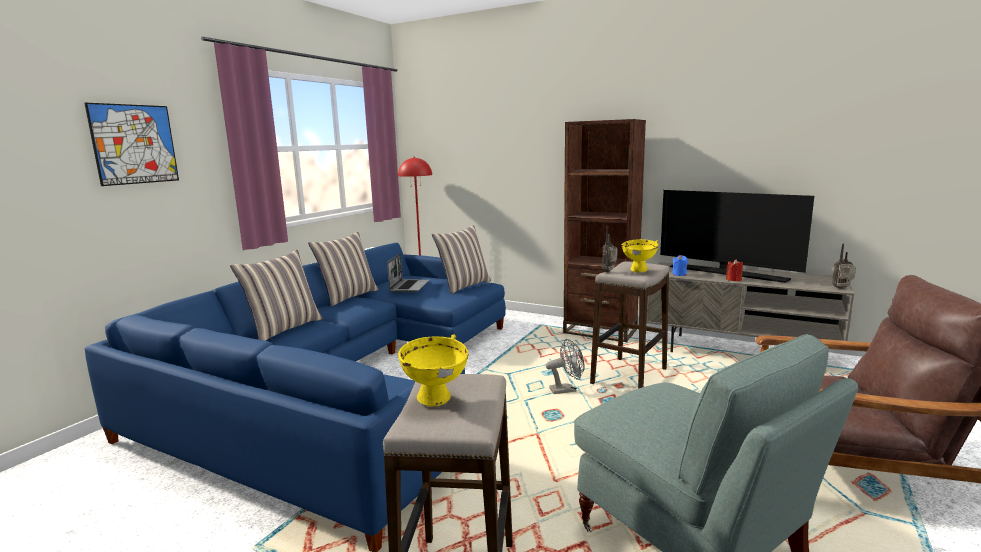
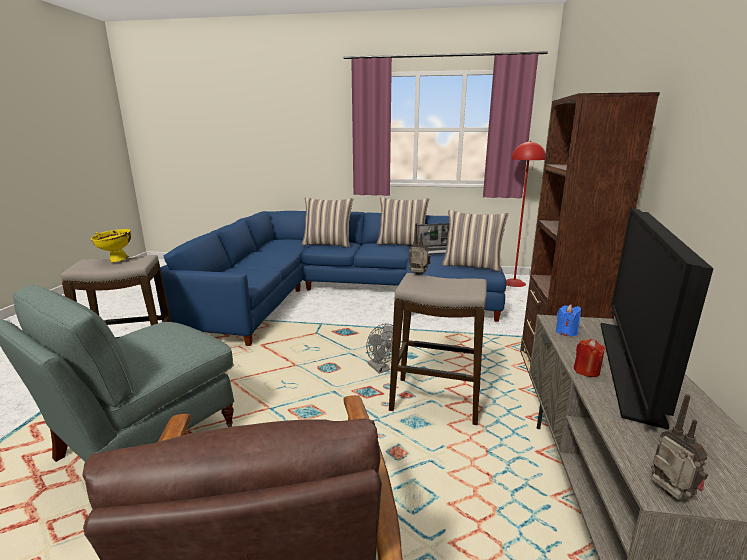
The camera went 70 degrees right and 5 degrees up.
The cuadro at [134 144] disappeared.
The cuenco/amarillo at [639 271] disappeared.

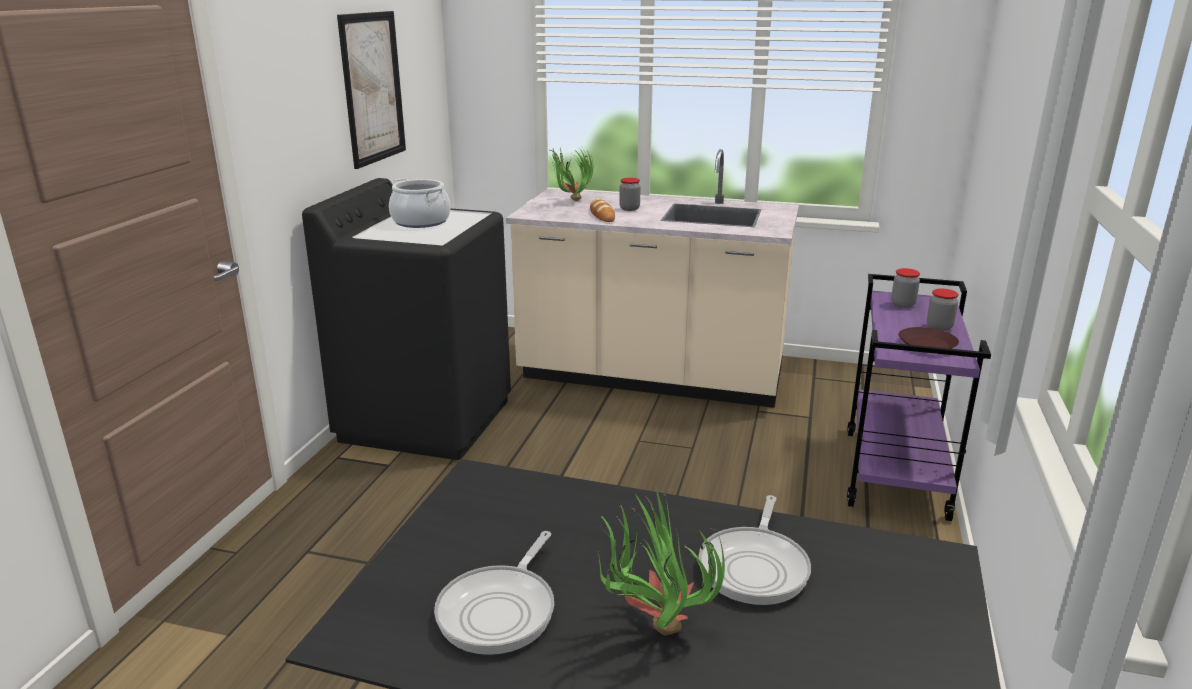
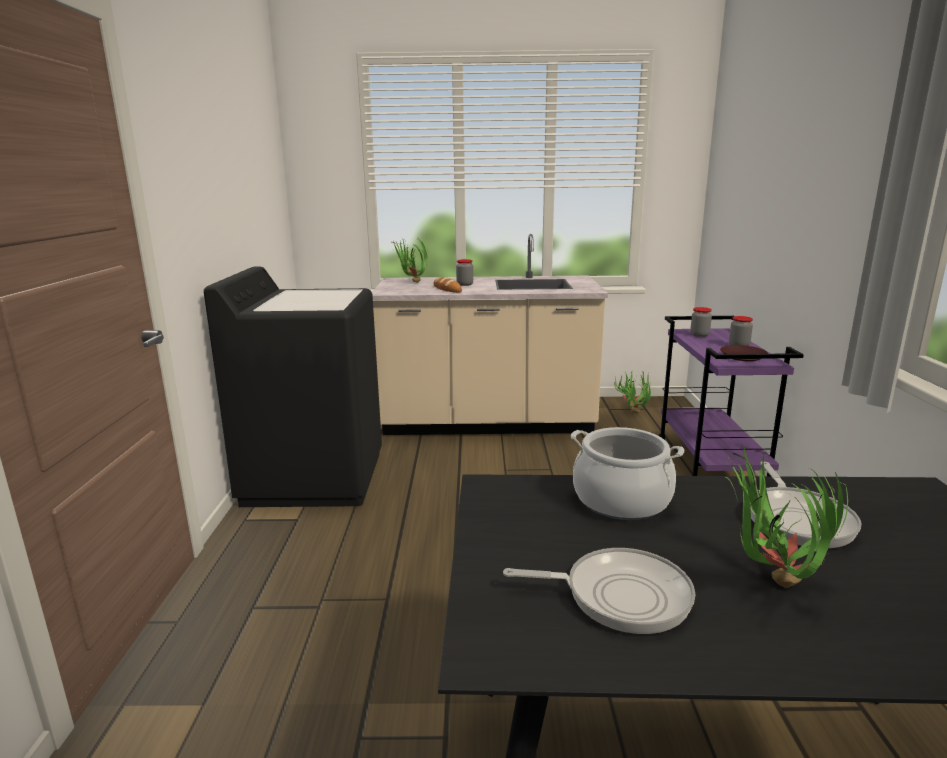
The camera went 15 degrees left and 5 degrees down.
The sartén at [500 610] turned 90 degrees counterclockwise.
The olla moved from [420 222] to [621 500].
The planta en maceta at [632 411] appeared.
The cuadro at [372 88] disappeared.

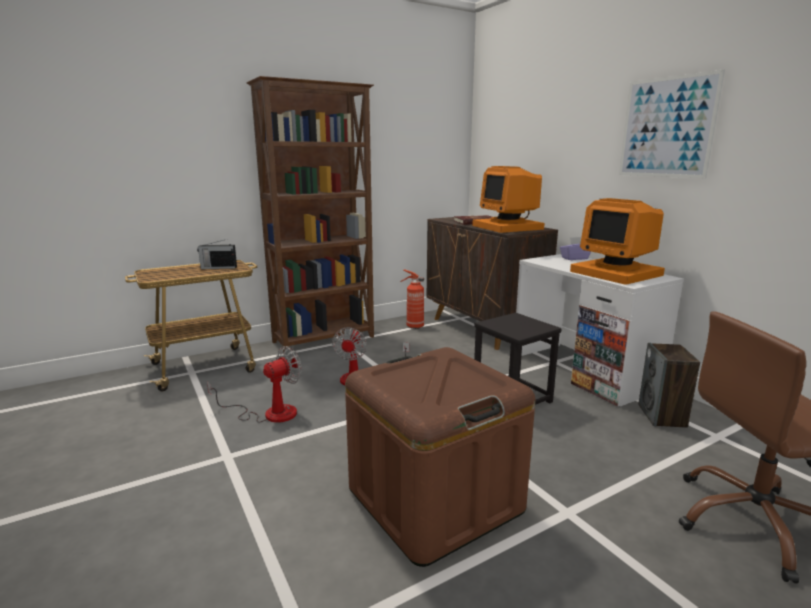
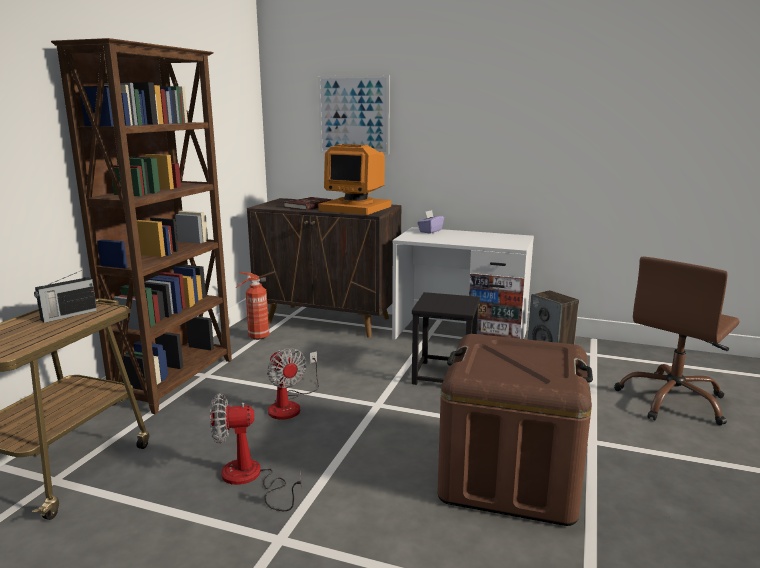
The camera went 40 degrees left and 0 degrees up.
The ventilador at [269 413] turned 105 degrees counterclockwise.
The cuadro moved from [667 127] to [353 115].
The monitor at [617 273] disappeared.

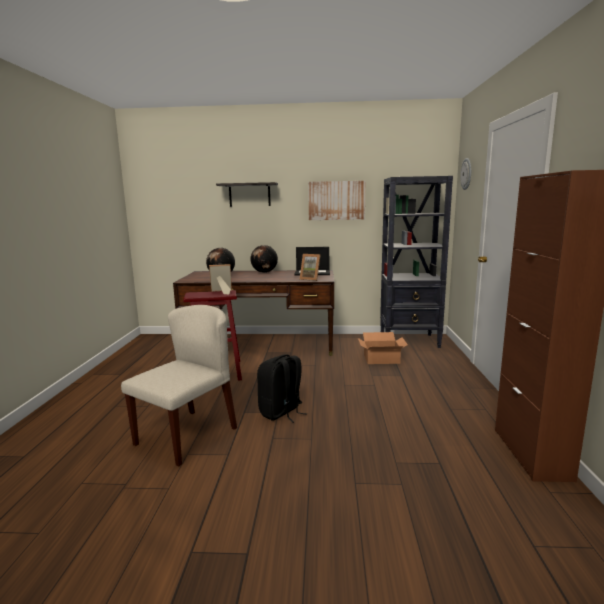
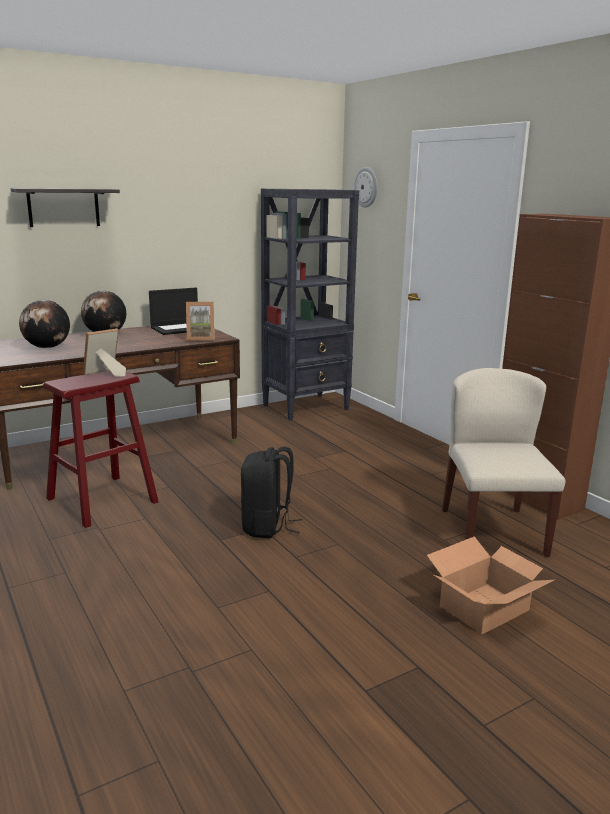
The camera went 35 degrees left and 5 degrees up.
The caja de cartón moved from [382 359] to [485 608].
The silla/beis moved from [187 435] to [492 531].
The cuadro at [336 200] disappeared.

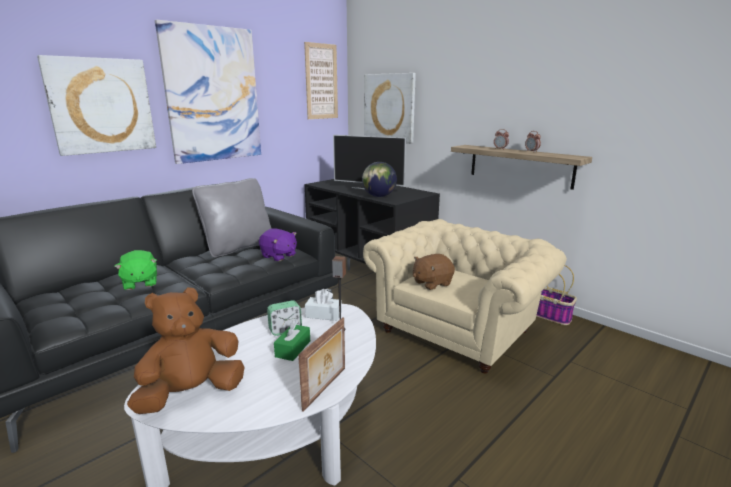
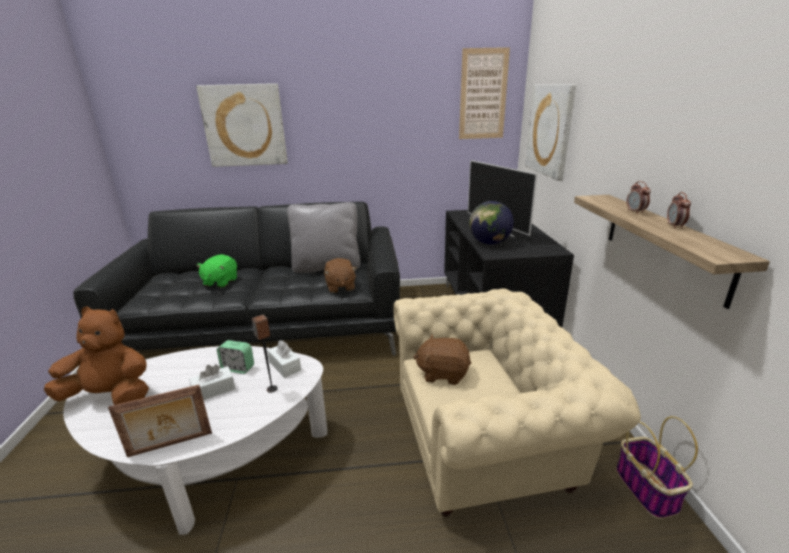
The camera went 40 degrees right and 5 degrees up.
The caja de pañuelos/verde at [293 349] became the caja de pañuelos/blanco at [214 390].
The peluche/morado at [278 256] became the peluche/marrón at [340 287].
The cuadro at [213 95] disappeared.

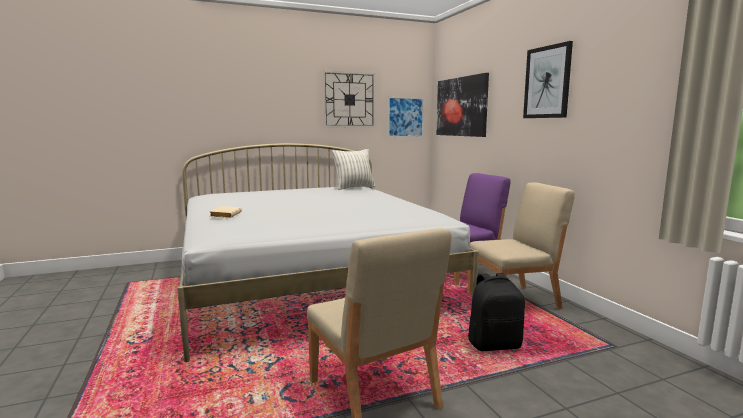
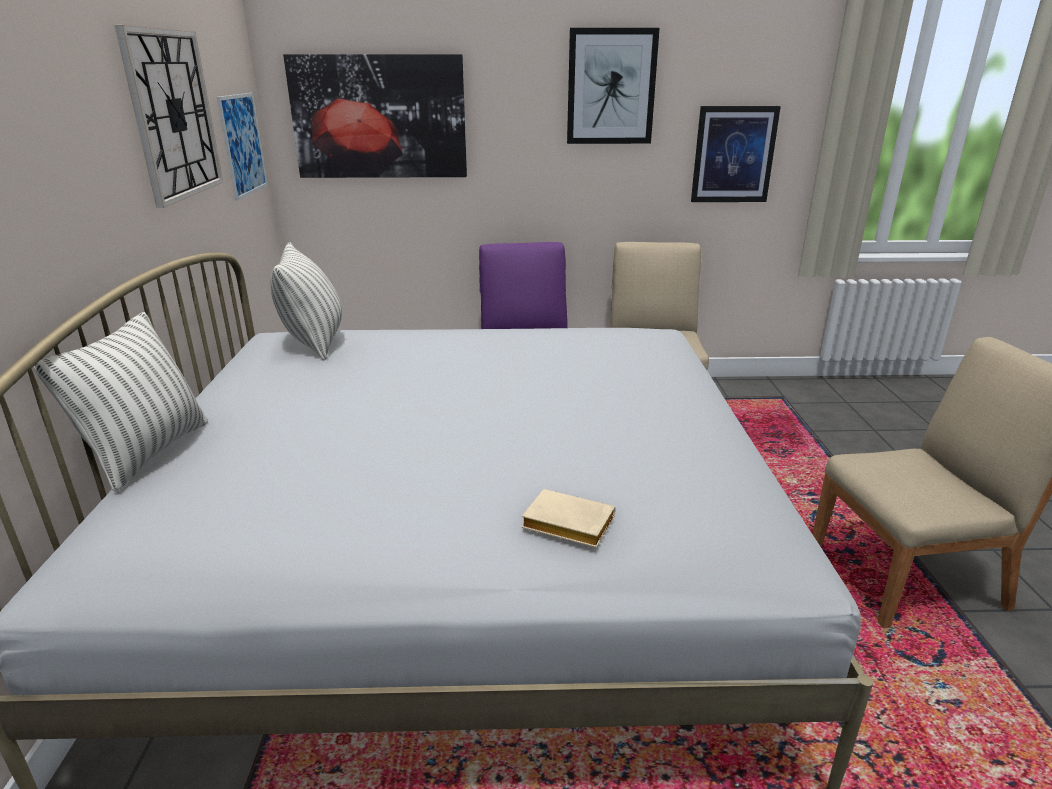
The camera went 70 degrees left and 15 degrees up.
The cojín at [148 453] appeared.
The cuadro at [733 155] appeared.
The mochila/negro at [494 344] disappeared.

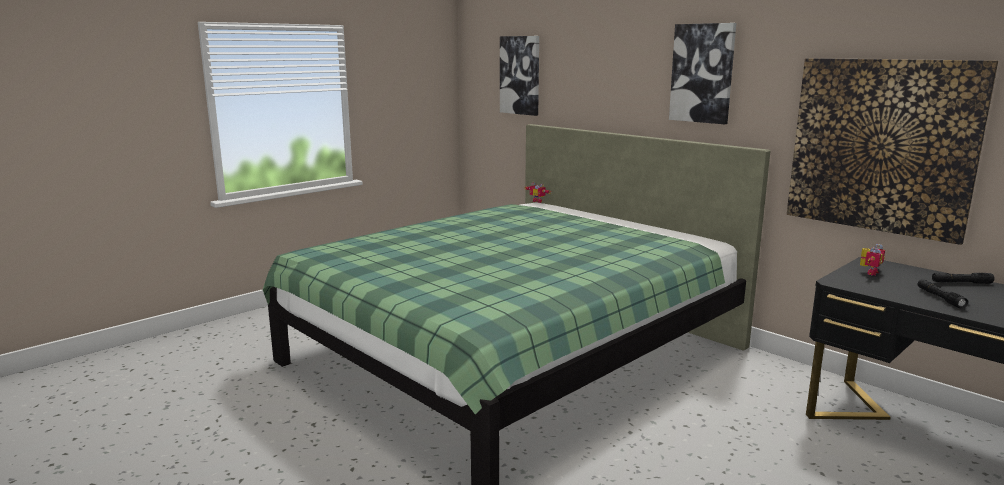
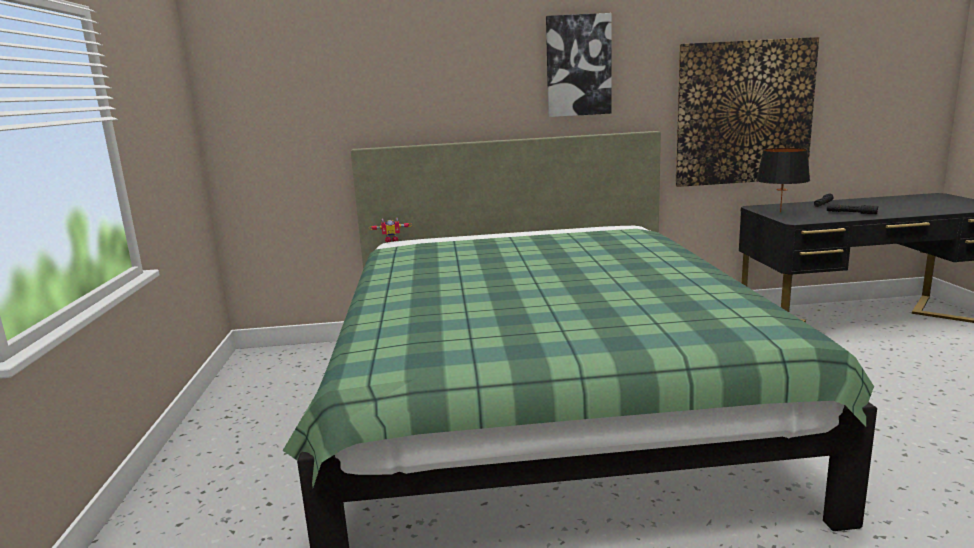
The camera went 50 degrees left and 0 degrees up.
The robot de juguete at [869 272] was replaced by the lámpara de mesa/negro at [780 212].
The cuadro at [520 75] disappeared.

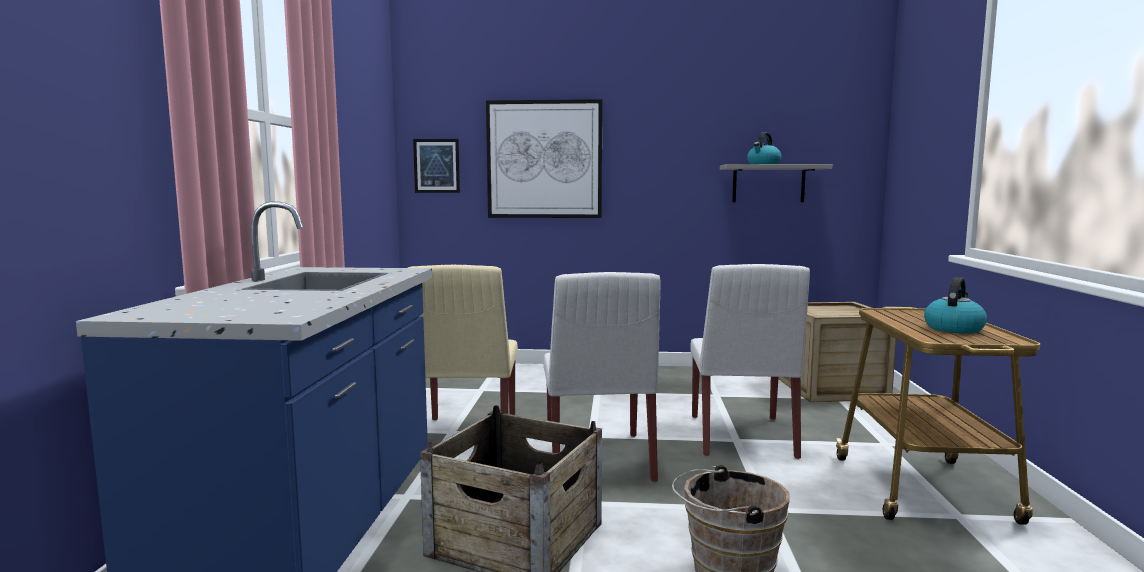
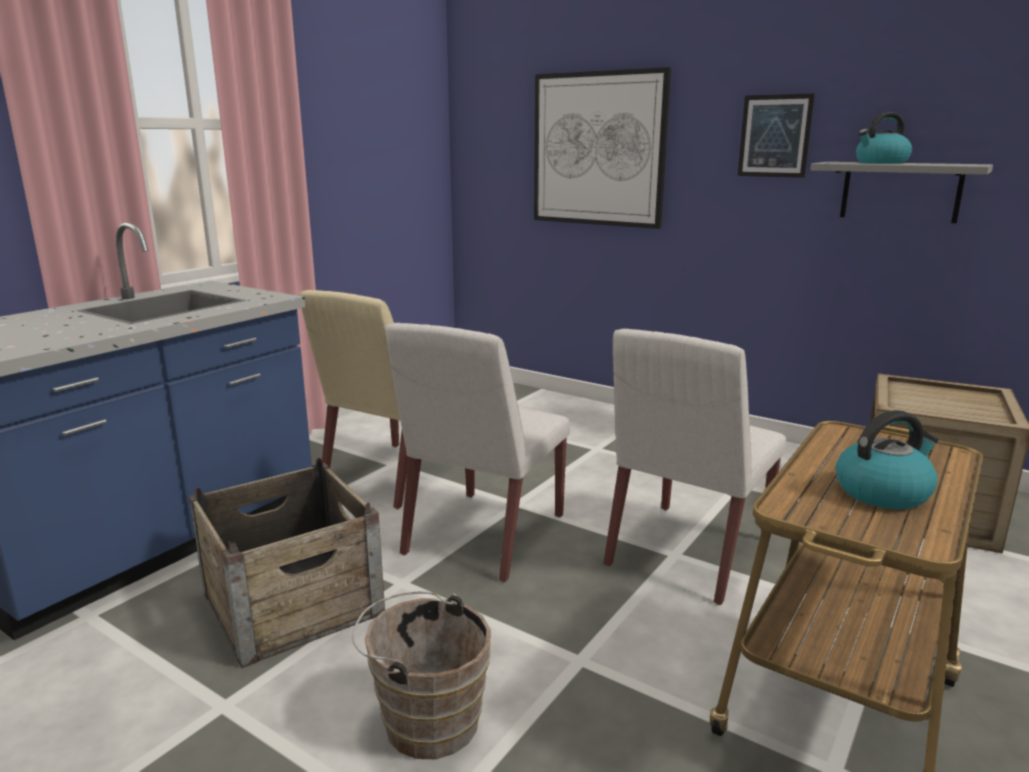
The camera went 30 degrees right and 10 degrees up.
The cuadro moved from [436 166] to [774 136].

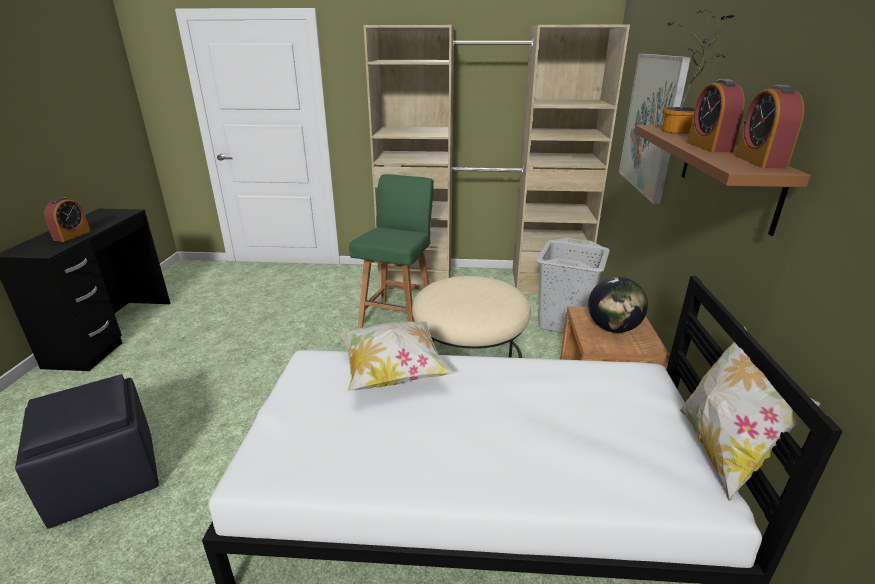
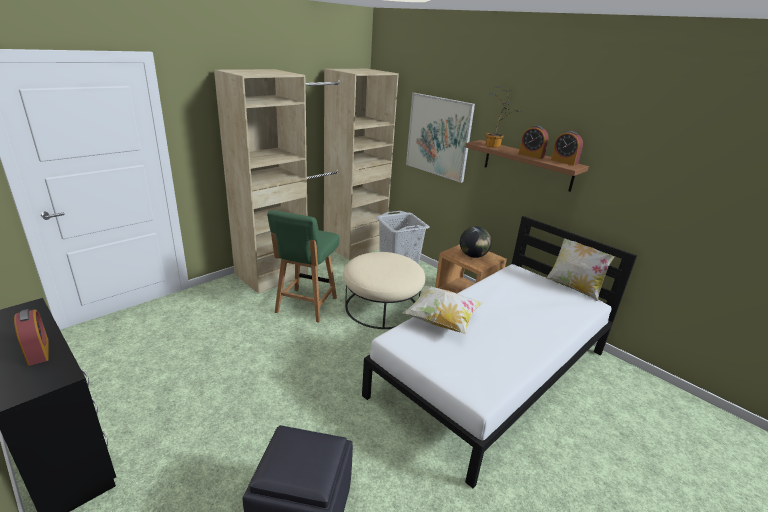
The camera went 50 degrees left and 0 degrees up.
The silla/verde at [398 317] turned 135 degrees counterclockwise.

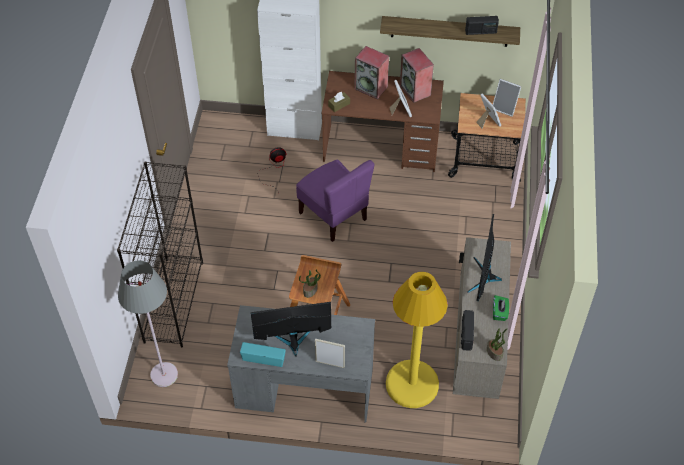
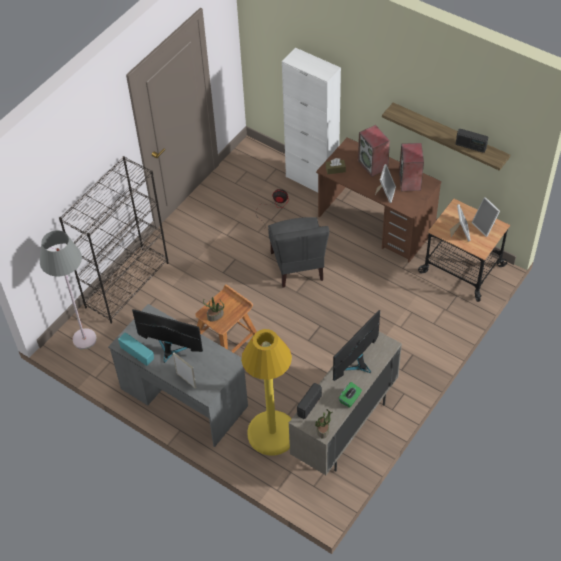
The camera went 30 degrees right and 0 degrees up.
The silla/morado at [334 216] became the silla/gris at [298 266].

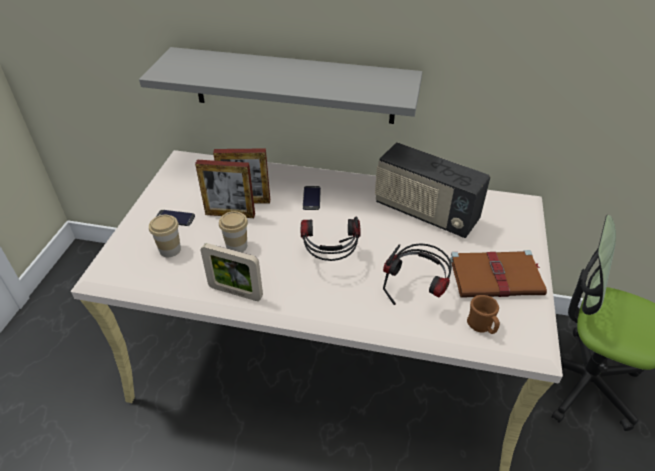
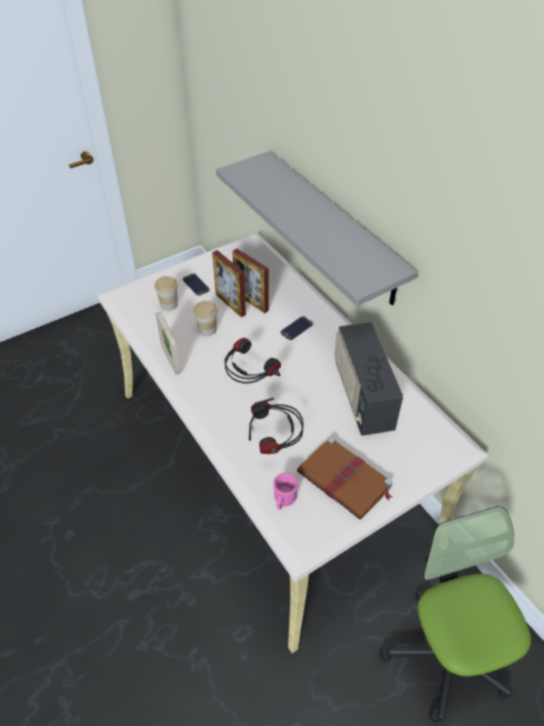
The camera went 45 degrees right and 5 degrees up.
The taza grande/marrón at [481 327] became the taza grande/rosa at [284 501].

